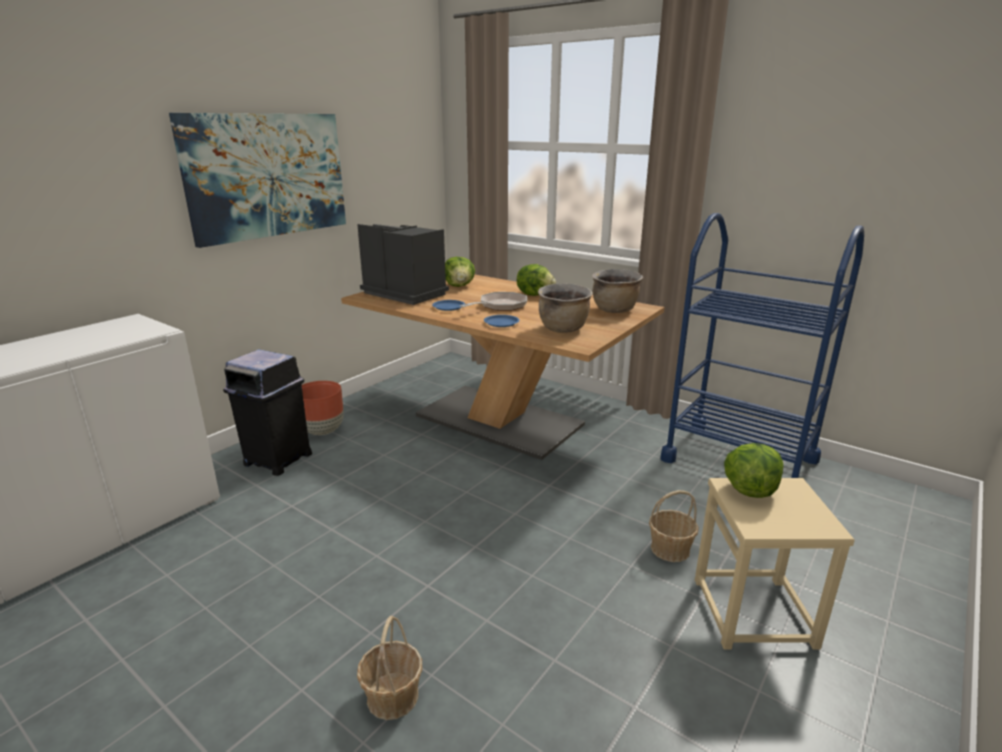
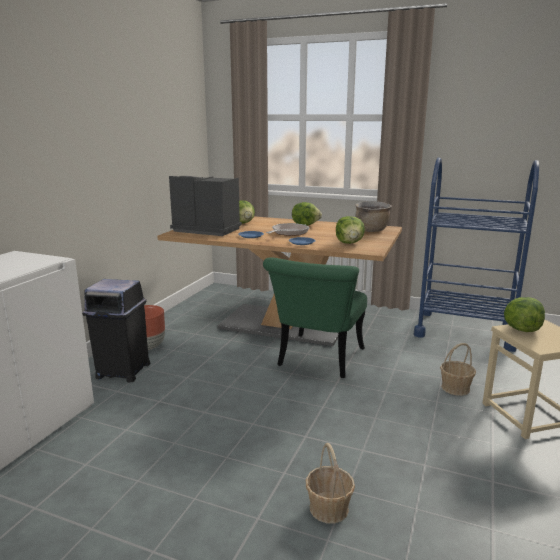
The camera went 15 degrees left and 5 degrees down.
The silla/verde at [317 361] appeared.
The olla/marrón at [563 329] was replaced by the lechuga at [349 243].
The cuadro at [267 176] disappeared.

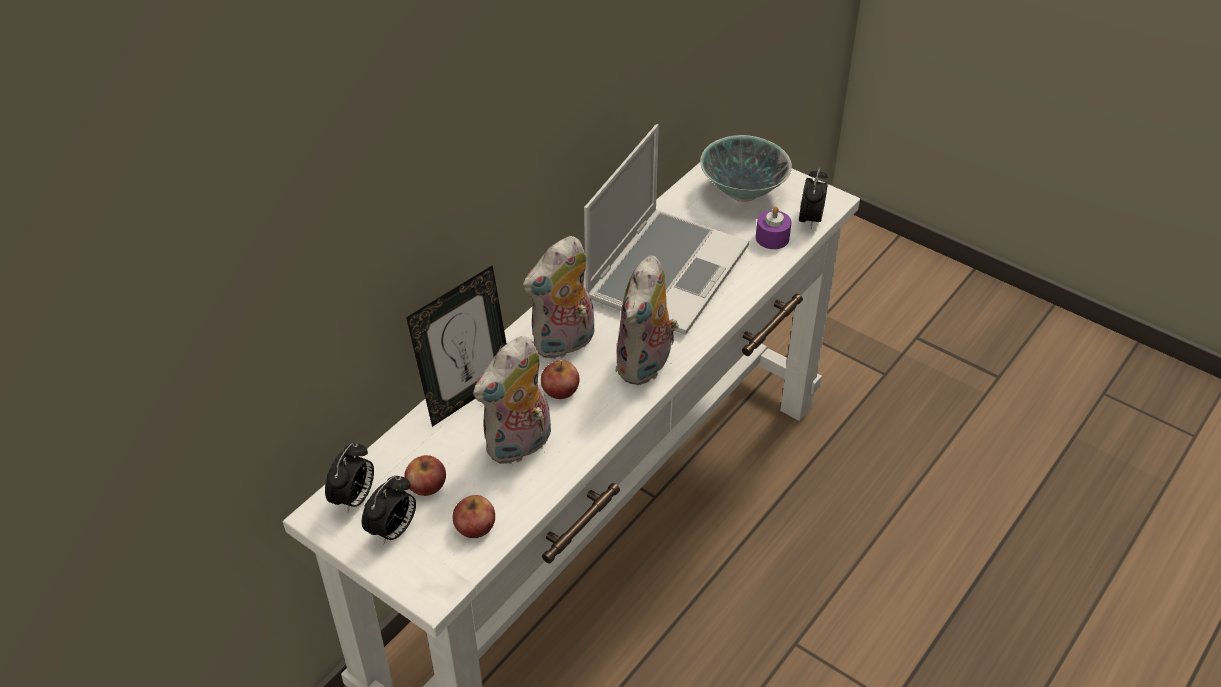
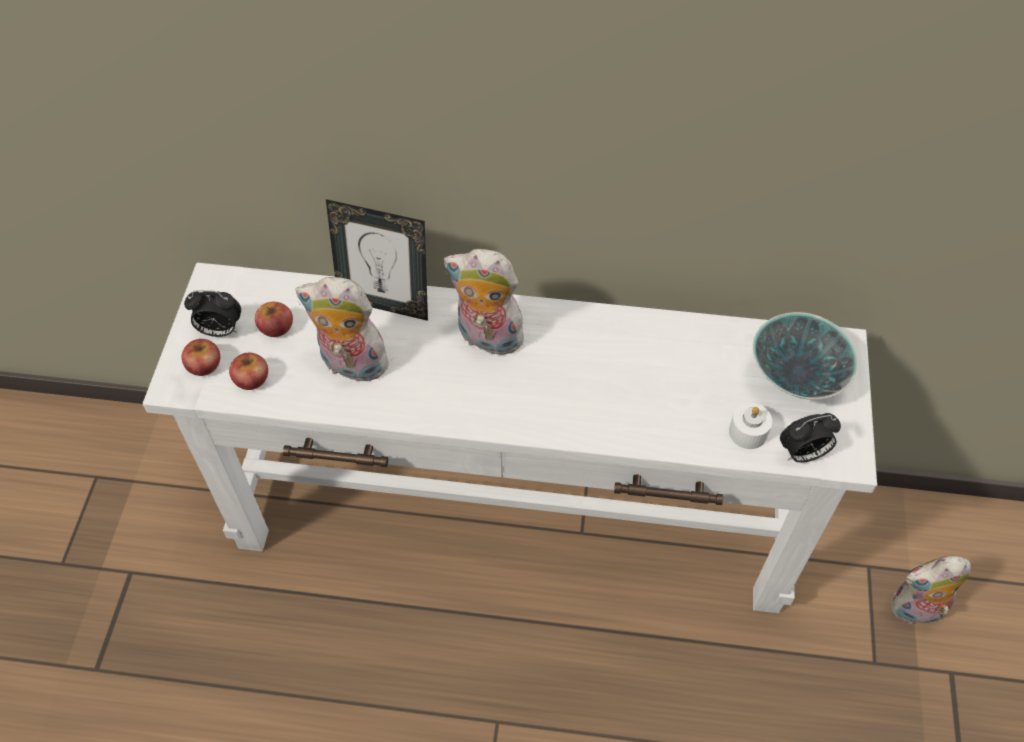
The camera went 60 degrees right and 10 degrees up.
The manzana moved from [560 389] to [204 365].
The vela/morado at [772 238] became the vela/blanco at [748 432].
The peluche moved from [646 366] to [916 611].
The despertador at [354 499] disappeared.
The portátil at [666 271] disappeared.

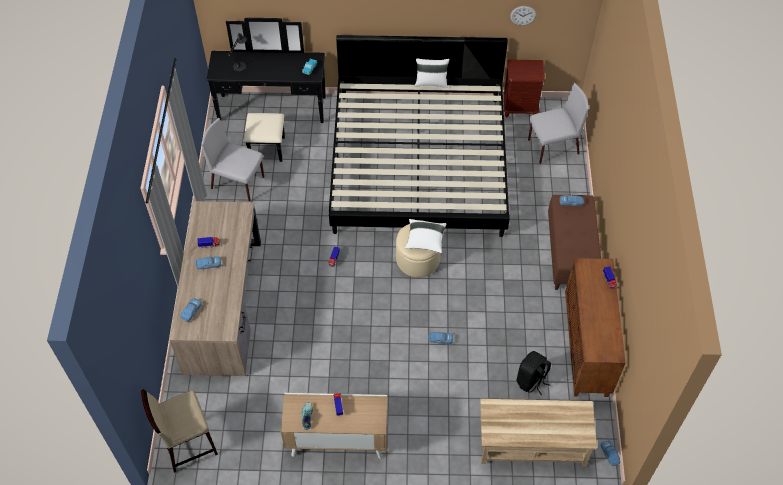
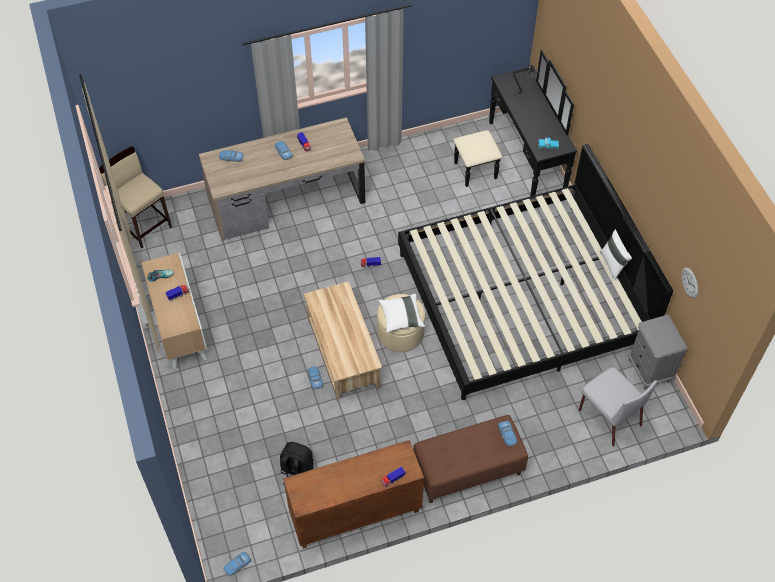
The camera went 70 degrees right and 0 degrees up.
The mesa de centro/beis moved from [532 442] to [343 354].
The mesita de noche/marrón at [520 108] became the mesita de noche/gris at [649 370].
The silla/gris at [238 183] disappeared.

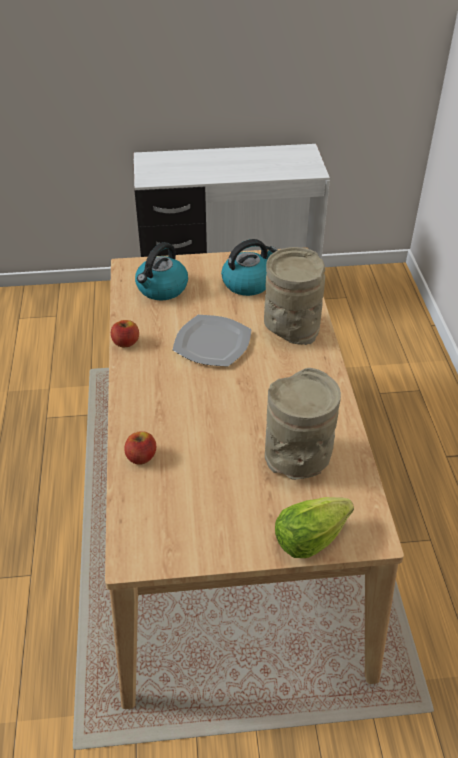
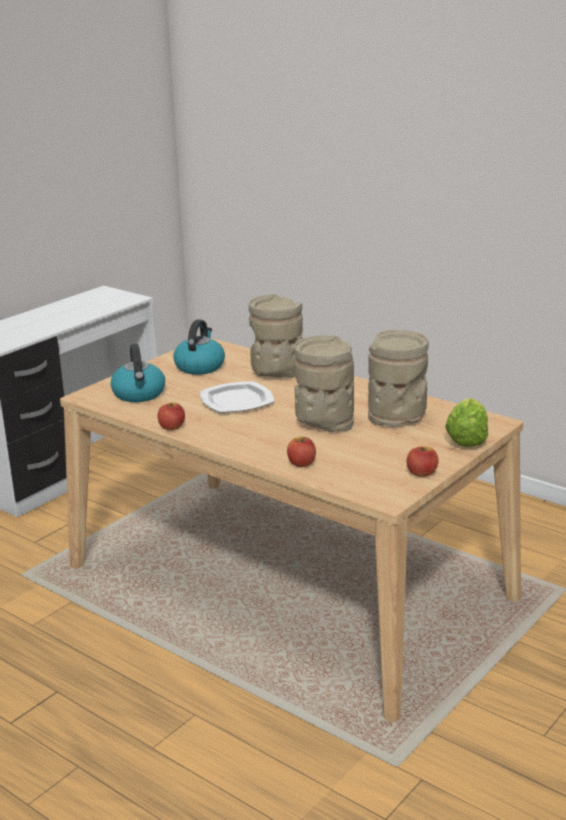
The camera went 45 degrees left and 20 degrees down.
The florero/beis at [323 423] appeared.
The manzana at [421 473] appeared.

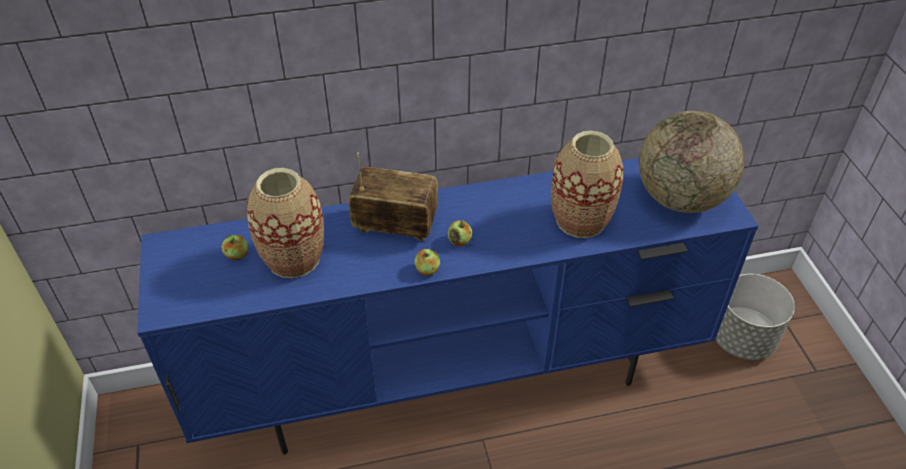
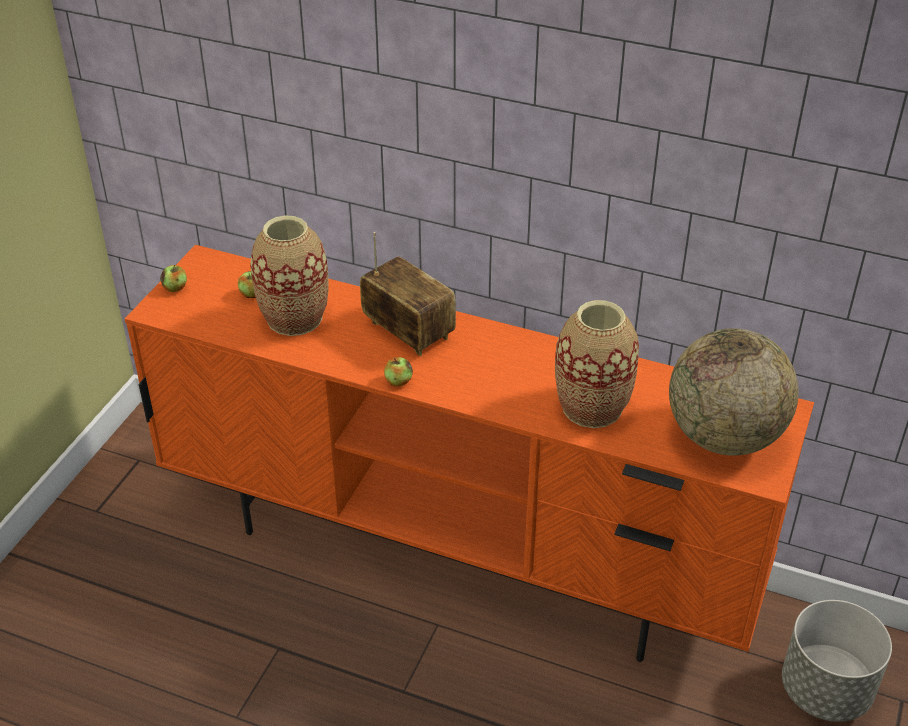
The camera went 35 degrees right and 5 degrees down.
The mueble de televisión/azul at [454 379] became the mueble de televisión/naranja at [459 555].
The manzana moved from [459 241] to [175 288].

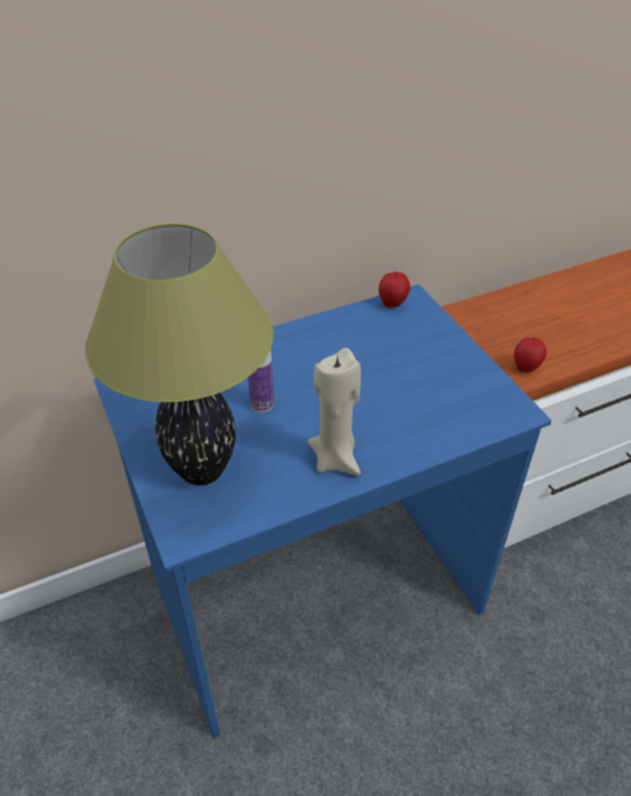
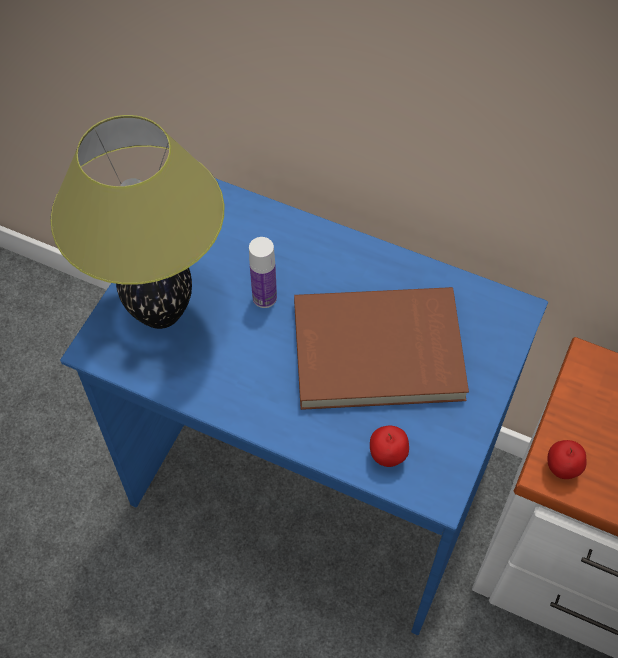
The camera went 50 degrees right and 15 degrees up.
The libro/marrón at [378 354] appeared.
The manzana moved from [393 304] to [387 457].
The vela/beis at [336 459] disappeared.

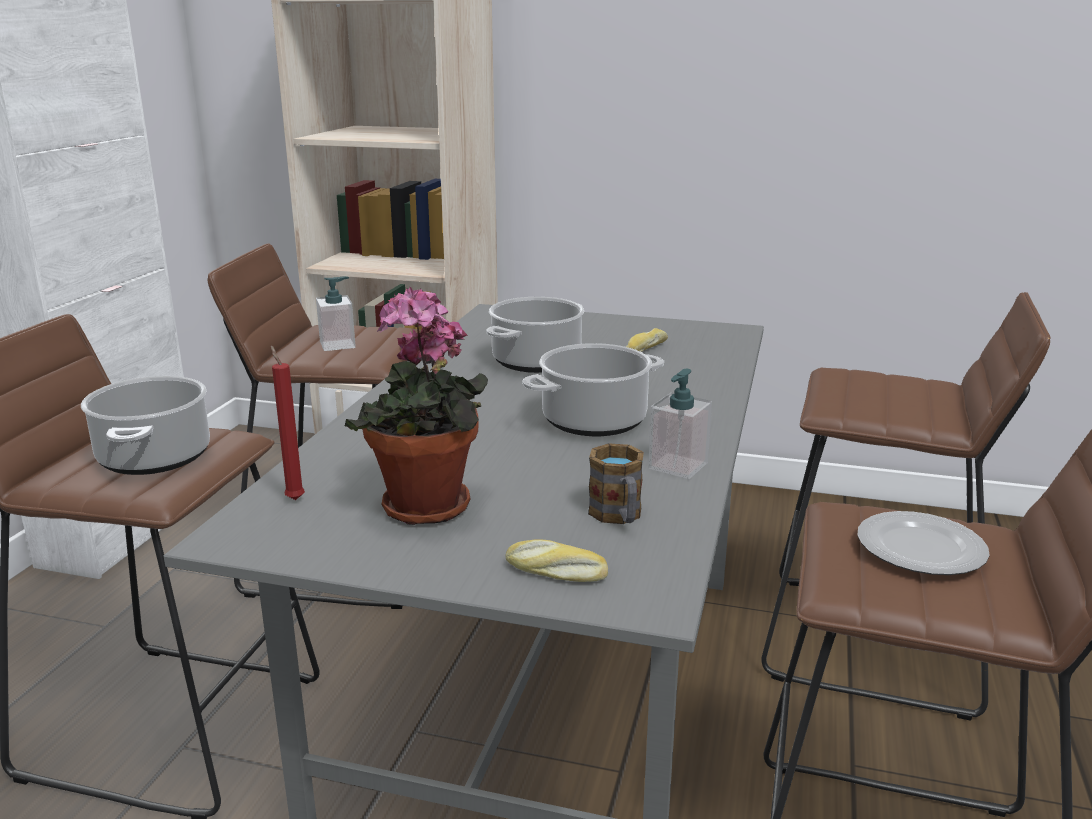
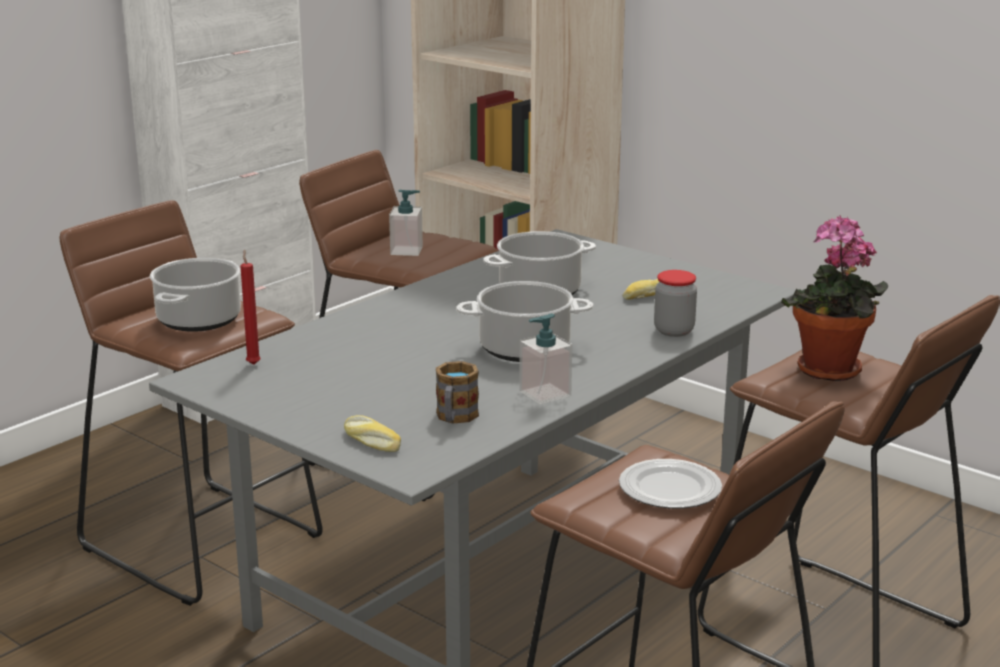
The camera went 25 degrees right and 0 degrees up.
The tarro at [674 331] appeared.
The planta en maceta moved from [426 511] to [828 372].

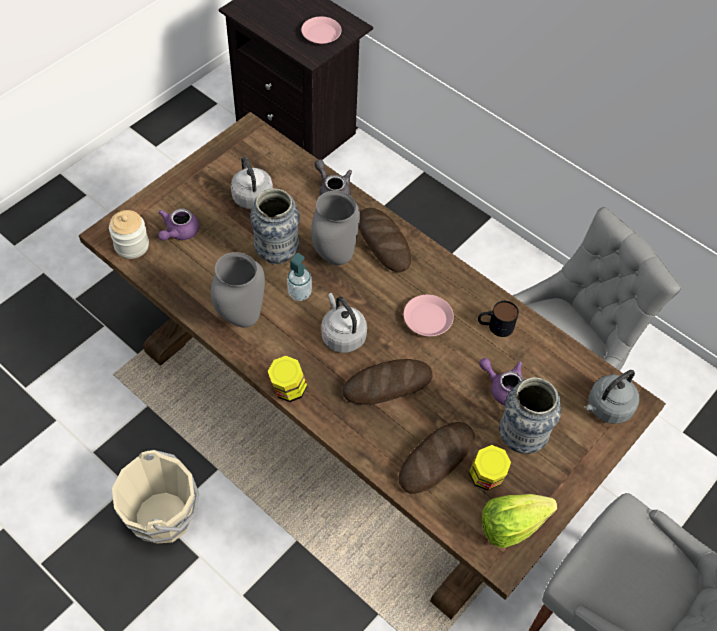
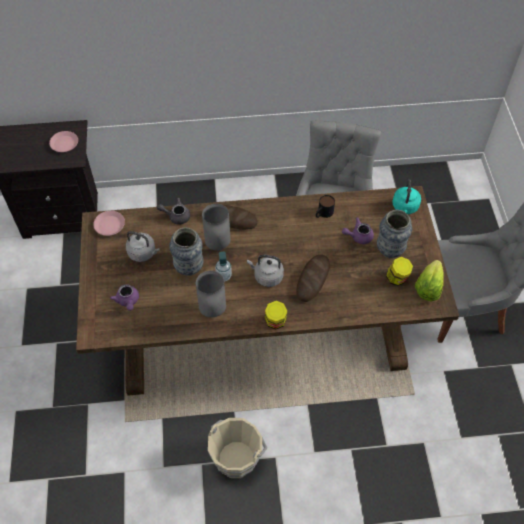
The camera went 45 degrees left and 0 degrees up.
The plato/rosa moved from [427 318] to [109 225].
The hervidor/gris at [607 408] became the hervidor/turquesa at [405 207].
The tarro at [132 246] disappeared.
The pan at [436 459] disappeared.

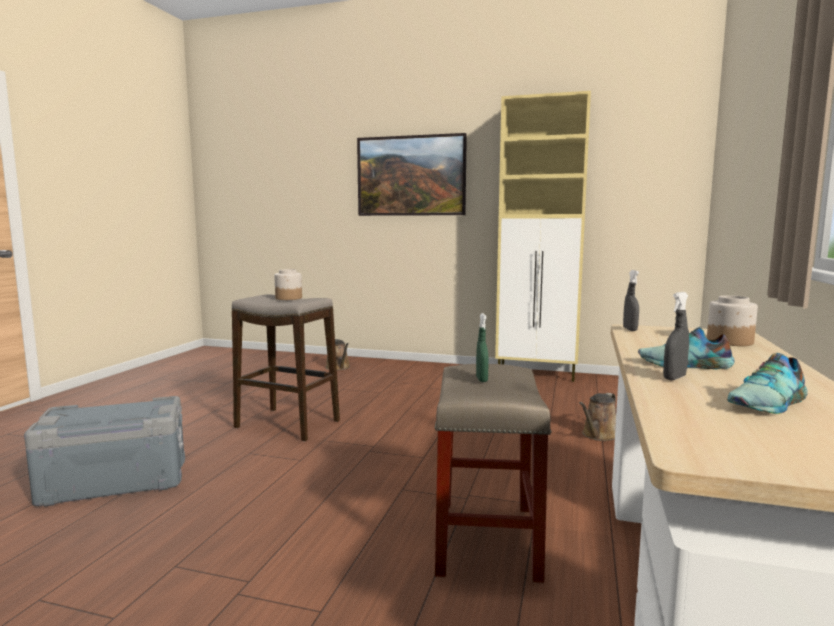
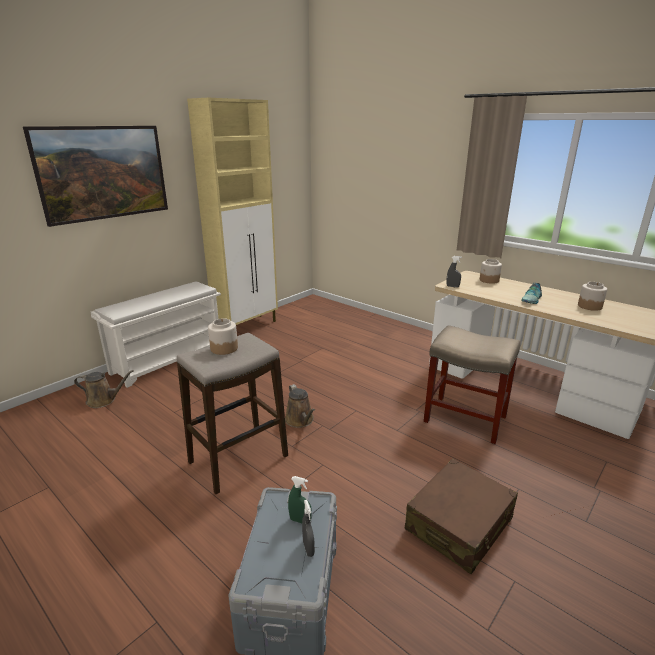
The camera went 65 degrees left and 15 degrees up.
The zapatero/blanco at [169 359] appeared.
The regadera/marrón moved from [599 435] to [300 420].
The pulverizador/verde moved from [481 379] to [300 520].
The pulverizador/gris moved from [674 378] to [308 548].
The maleta/marrón at [459 524] appeared.
The zapato at [770 403] was replaced by the tarro at [589 306].

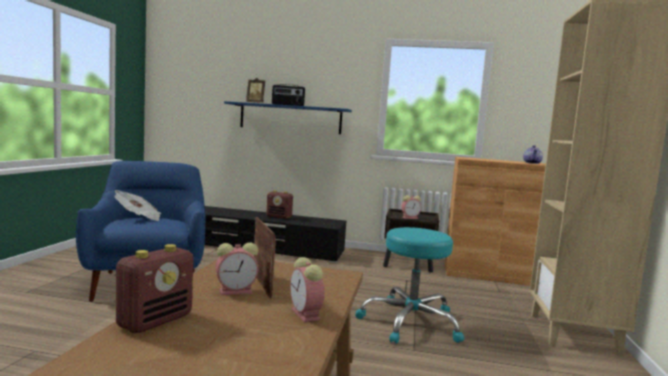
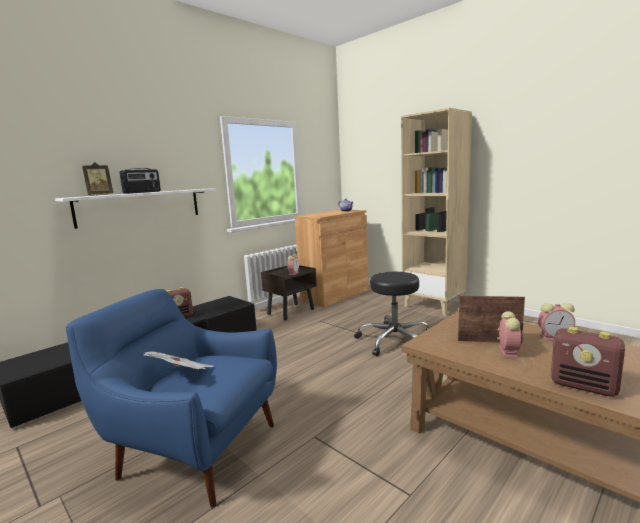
The camera went 55 degrees left and 5 degrees up.
The estante/azul at [290 118] became the estante/blanco at [140 207].
The taburete/turquesa at [410 322] became the taburete/negro at [394 341].
The radio at [155 321] turned 150 degrees clockwise.

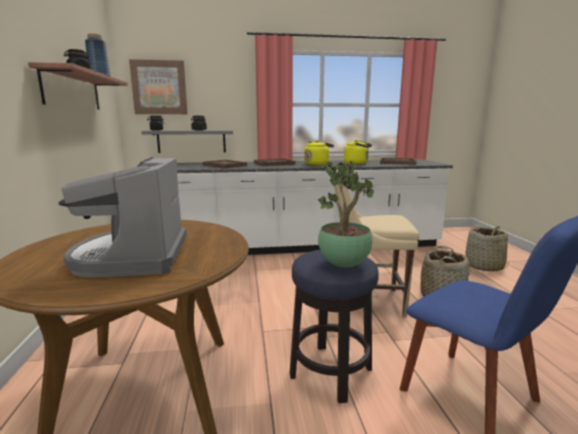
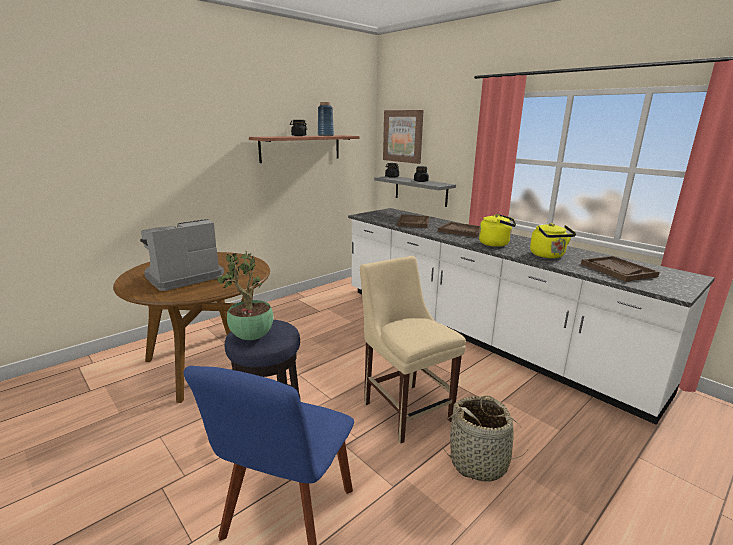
The camera went 55 degrees right and 5 degrees up.
The cesta at [484 266] disappeared.

